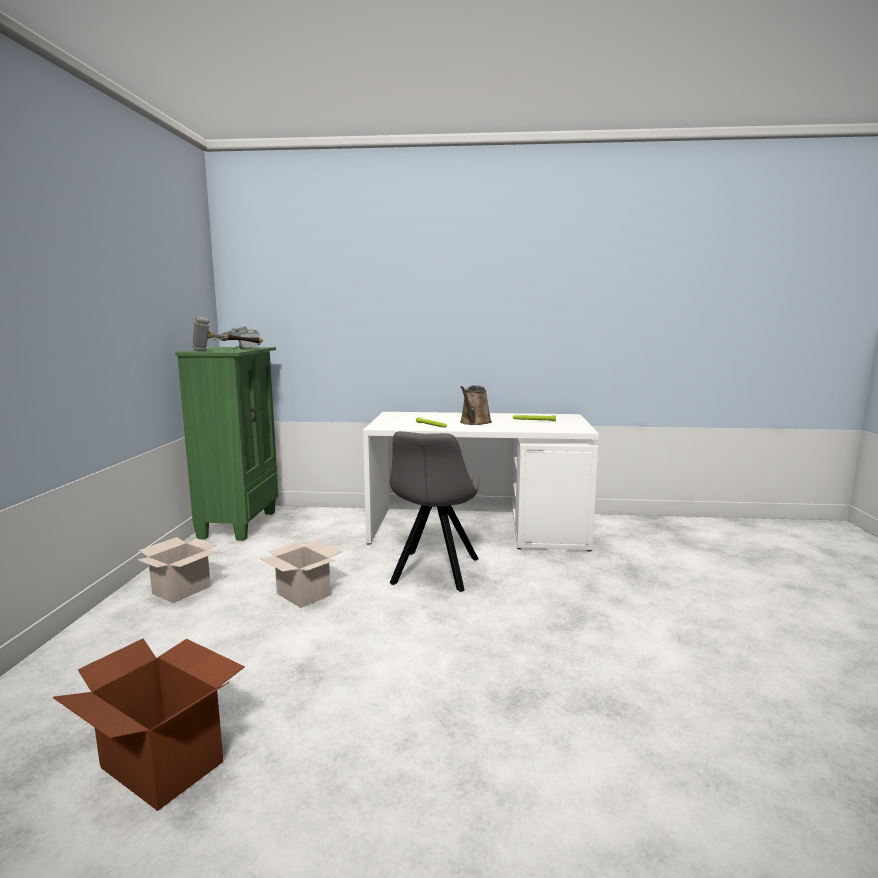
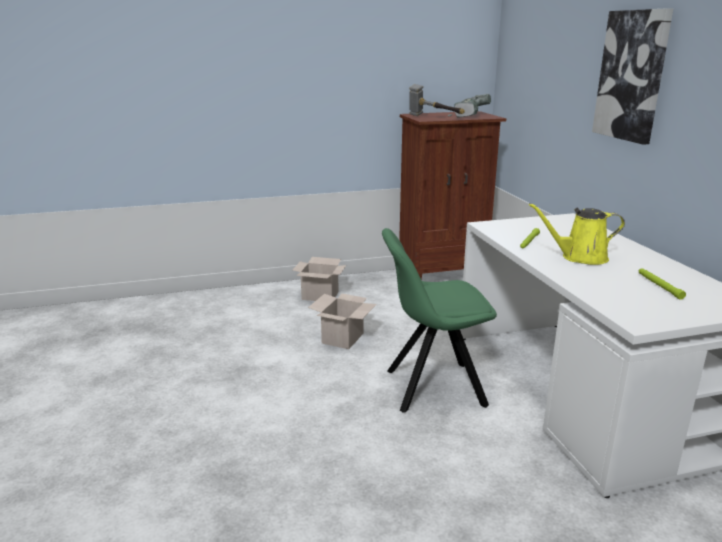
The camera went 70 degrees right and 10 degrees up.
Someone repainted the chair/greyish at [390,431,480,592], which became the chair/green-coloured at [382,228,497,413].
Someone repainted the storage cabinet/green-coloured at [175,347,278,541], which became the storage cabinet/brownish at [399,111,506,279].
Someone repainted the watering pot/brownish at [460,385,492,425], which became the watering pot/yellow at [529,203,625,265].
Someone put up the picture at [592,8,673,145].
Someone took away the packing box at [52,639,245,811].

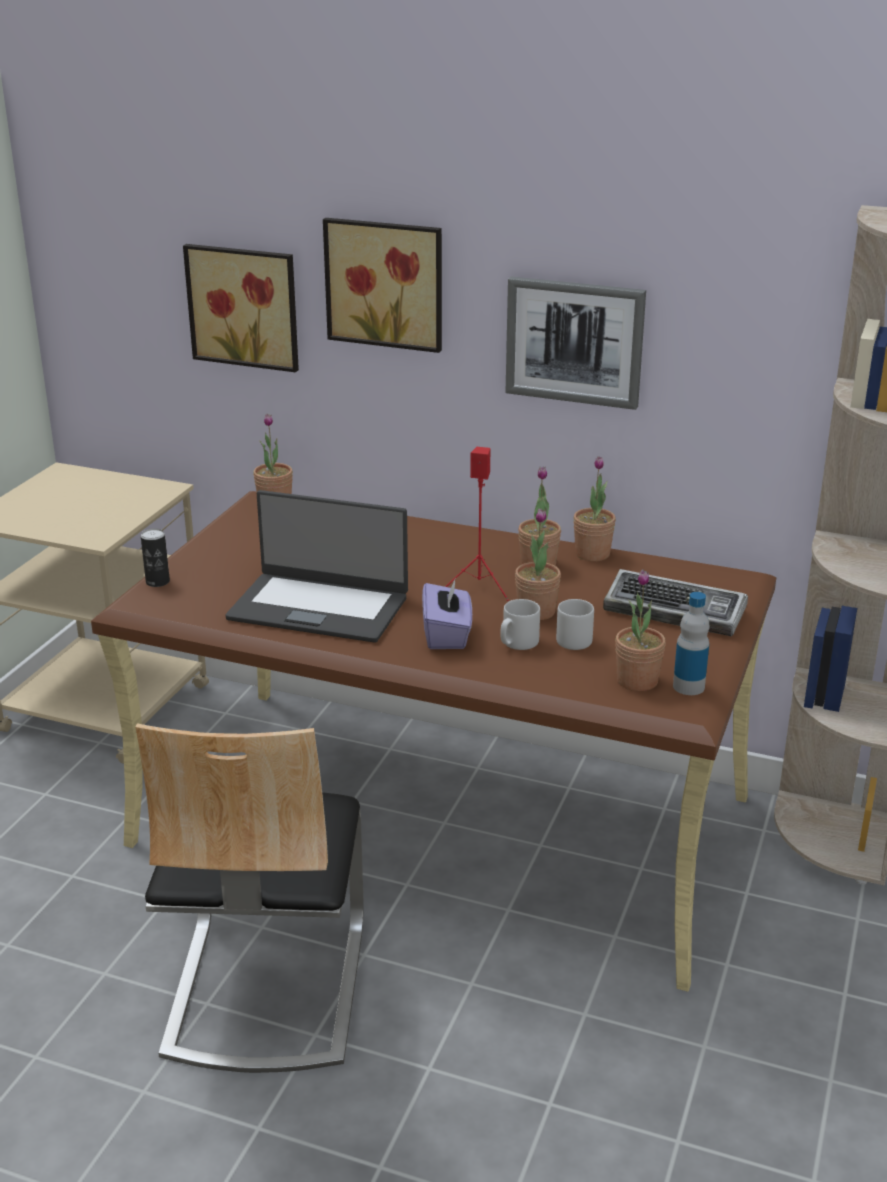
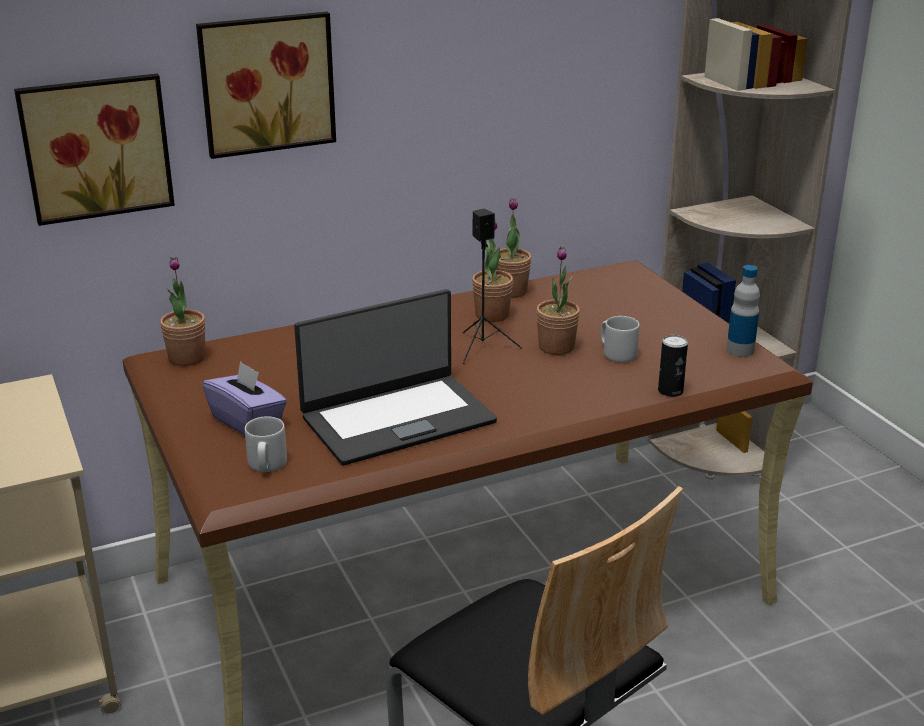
The camera went 45 degrees left and 0 degrees up.
Someone carried the tissue holder/purple-coloured from [422,577,472,649] to [202,361,287,436].
Someone carried the tea mug/greyish from [500,599,540,650] to [245,416,287,472].
Someone repainted the audio speaker/reddish at [445,447,509,601], which became the audio speaker/black at [462,208,522,364].
Someone carried the sealed can from [141,528,170,587] to [658,335,688,397].
Someone took away the picture at [506,277,646,410].
Someone took away the PC keyboard at [603,569,748,636].
Someone took away the potted plant at [615,569,666,691].

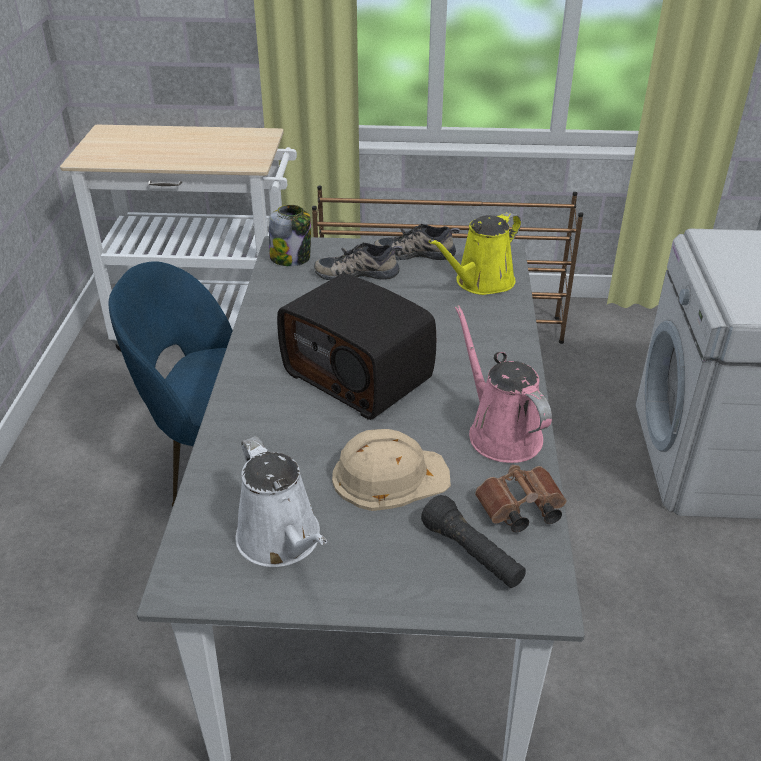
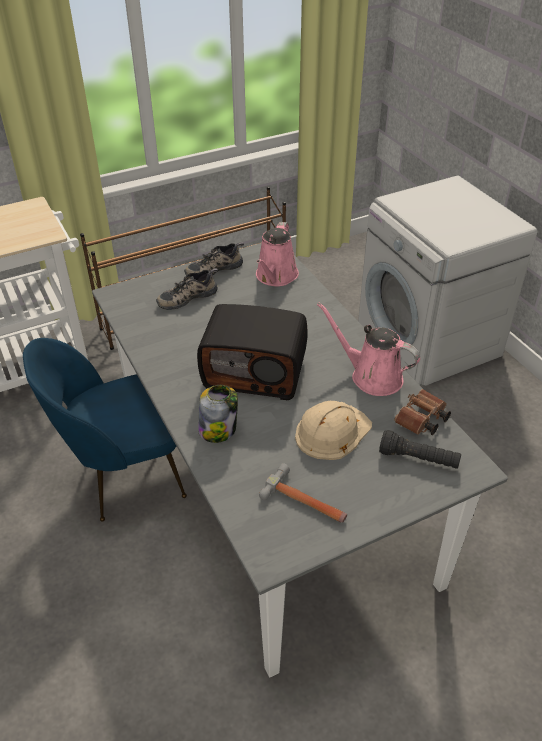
The camera went 30 degrees left and 5 degrees up.
Someone carried the storage jar from [269,205,311,266] to [198,385,238,443].
Someone repainted the watering pot/yellow at [429,212,521,295], which became the watering pot/pink at [256,222,299,286].
Someone swapped the watering pot/white-coloured at [236,436,327,567] for the hammer at [259,463,347,523].

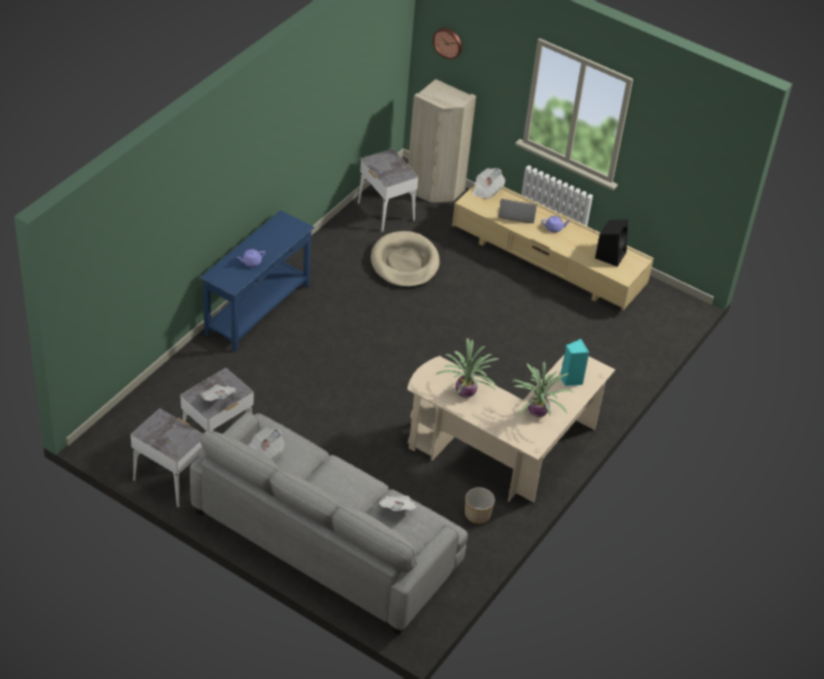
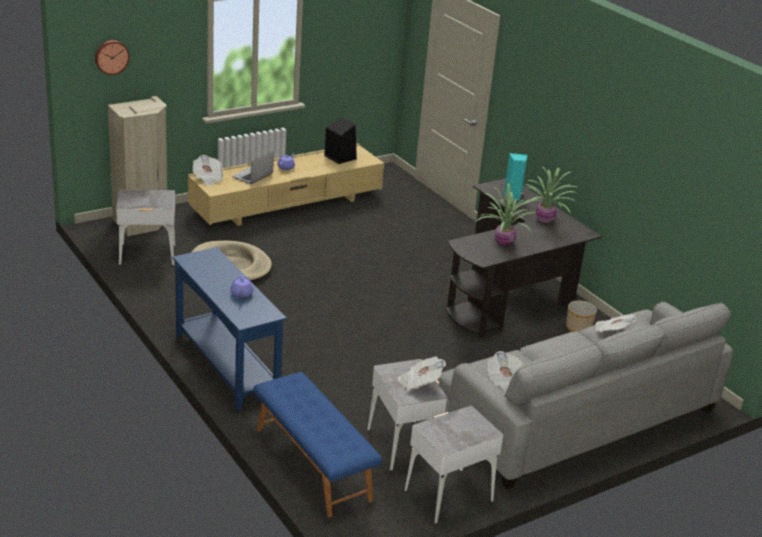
The camera went 65 degrees left and 15 degrees down.
Someone put down the bench/bluish at [253,372,382,517].
Someone repainted the desk/beige-coloured at [407,355,615,503], which became the desk/black at [446,178,602,338].

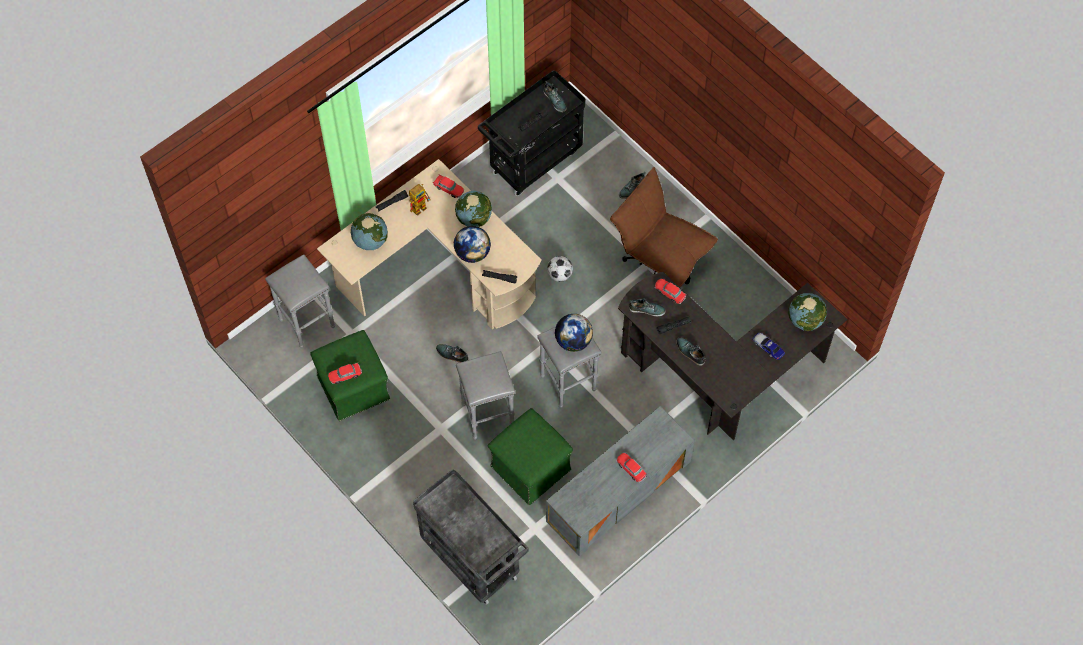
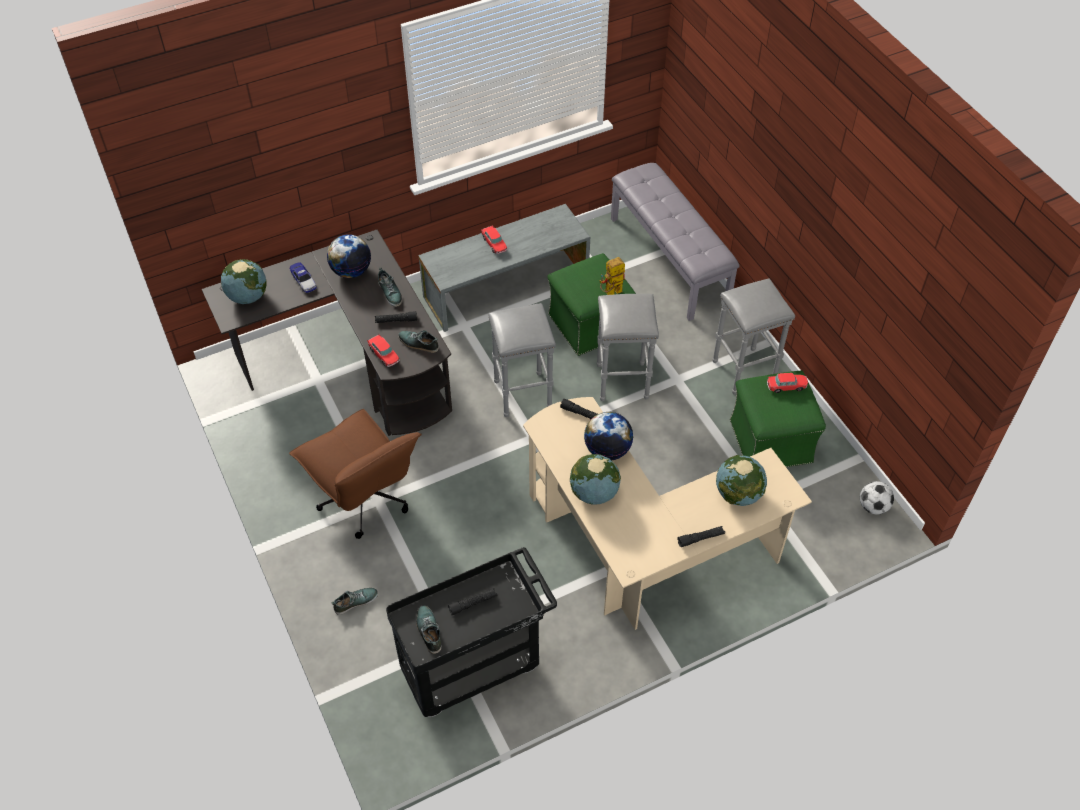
The camera went 165 degrees left and 10 degrees down.
Someone carried the desk globe from [555,314,593,352] to [327,234,371,278].
Someone carried the toy robot from [409,184,431,216] to [599,257,625,295].
Someone swapped the wheeled cart/black at [413,470,529,605] for the bench/greyish at [611,163,740,321].
Someone carried the stool/greyish from [265,254,335,348] to [712,278,795,395].
Someone carried the ball for football from [547,256,573,282] to [860,481,894,515].
Someone took away the toy car at [433,174,464,198].
Someone took away the shoe at [436,344,468,363].

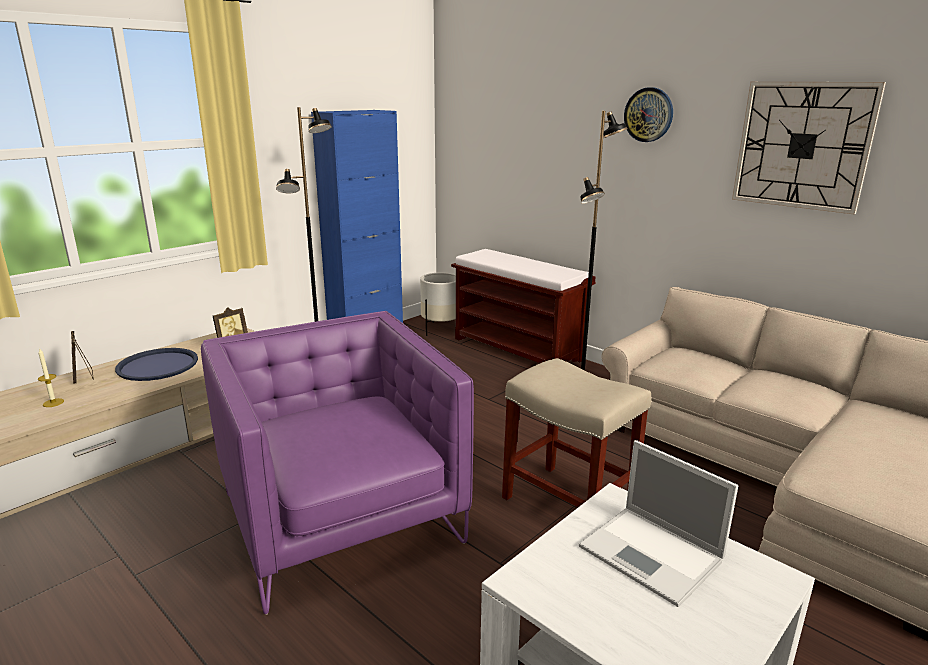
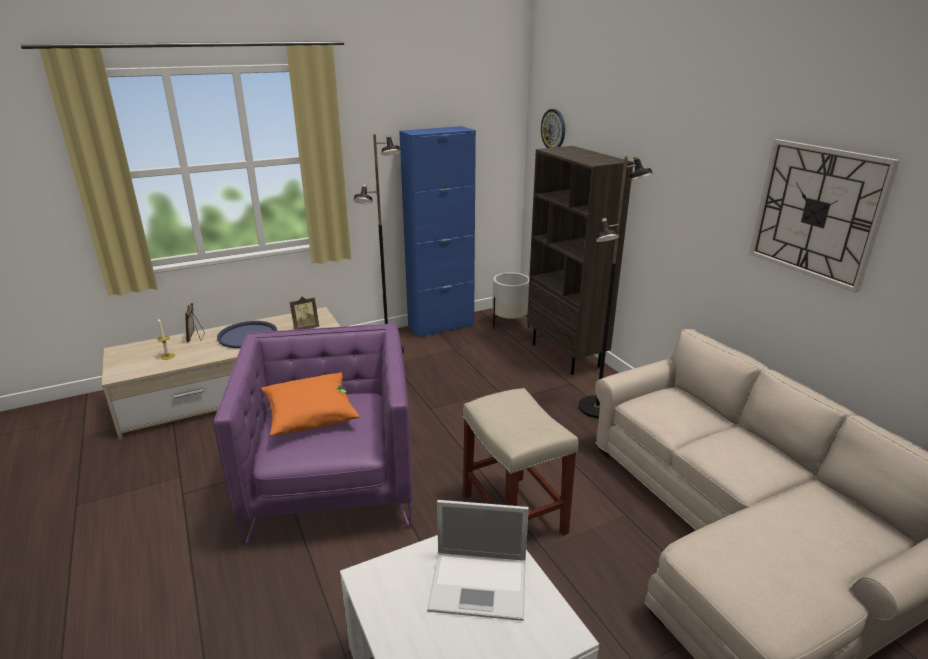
The camera went 20 degrees right and 5 degrees up.
Someone put down the throw pillow/orangey at [261,372,360,436].
Someone rotated the portable computer at [579,440,738,607] by 60 degrees counterclockwise.
Someone swapped the bench/brownish at [451,249,596,363] for the shelving unit/brownish at [527,146,633,375].
Someone carried the clock on the wall from [624,87,673,142] to [541,109,565,148].

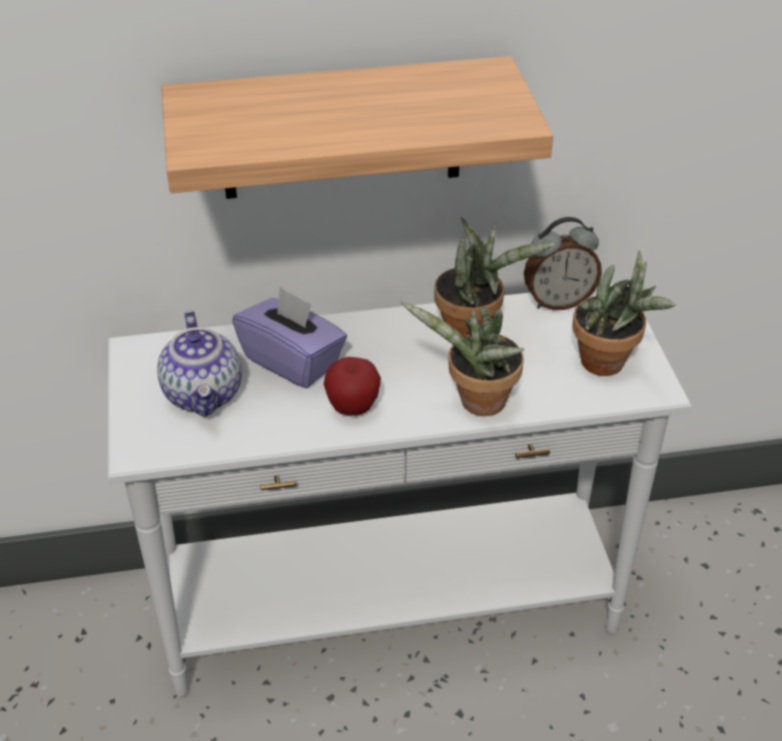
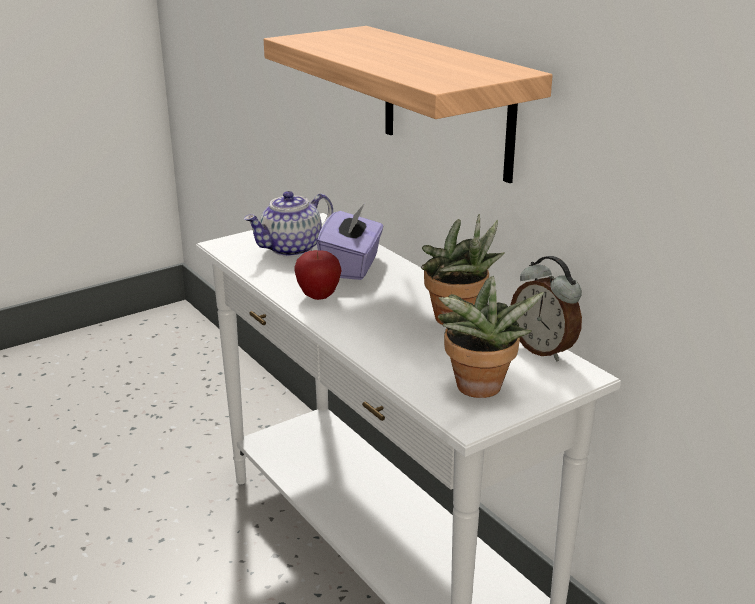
The camera went 65 degrees right and 15 degrees down.
Someone took away the potted plant at [401,301,525,416].

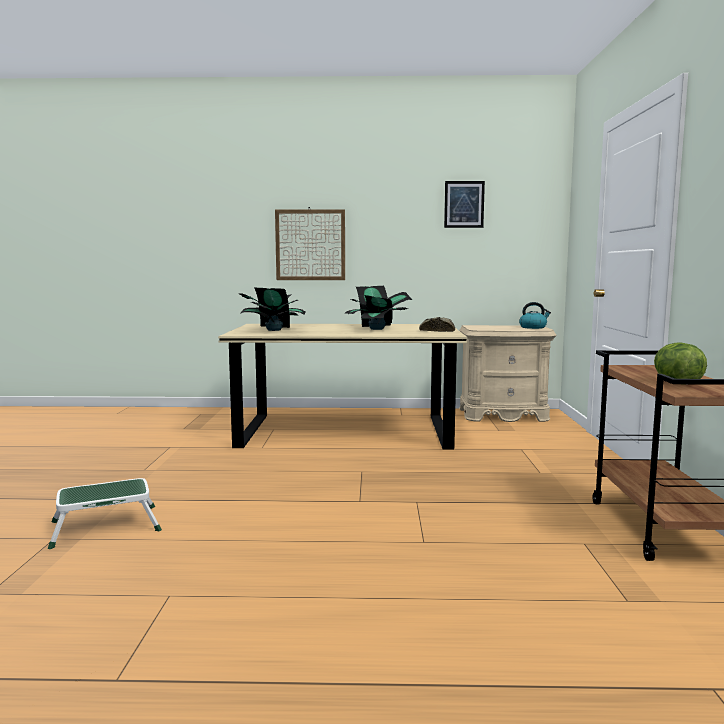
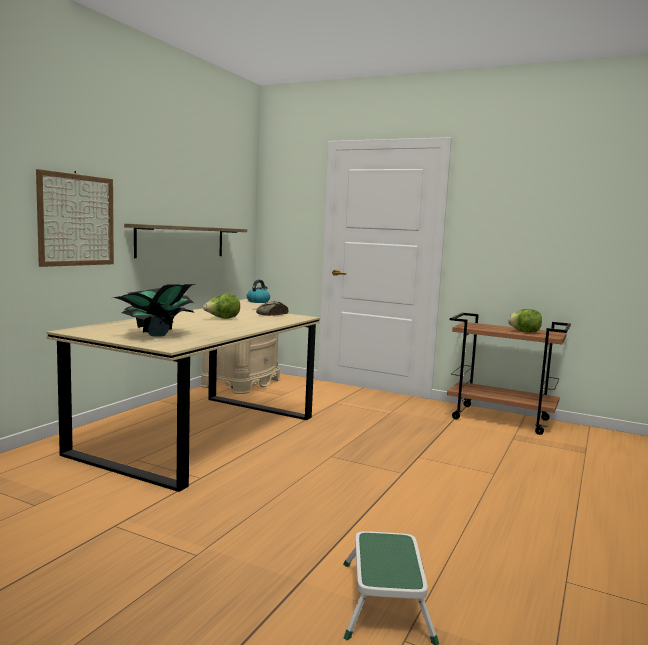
The camera went 65 degrees left and 0 degrees up.
Someone put up the bracket shelf at [124,224,247,258].
Someone swapped the potted plant at [345,286,412,330] for the lettuce head at [203,293,240,319].
Someone took away the picture at [444,181,485,228].

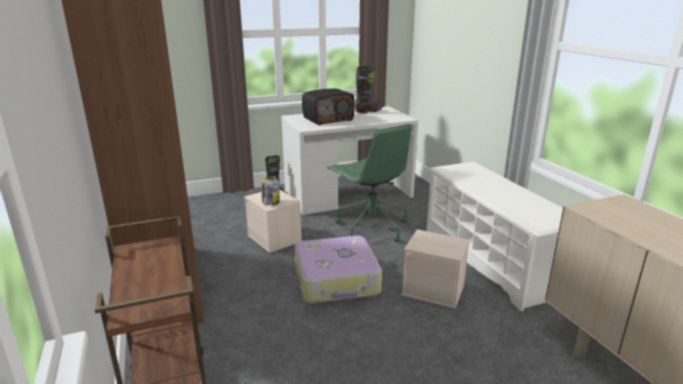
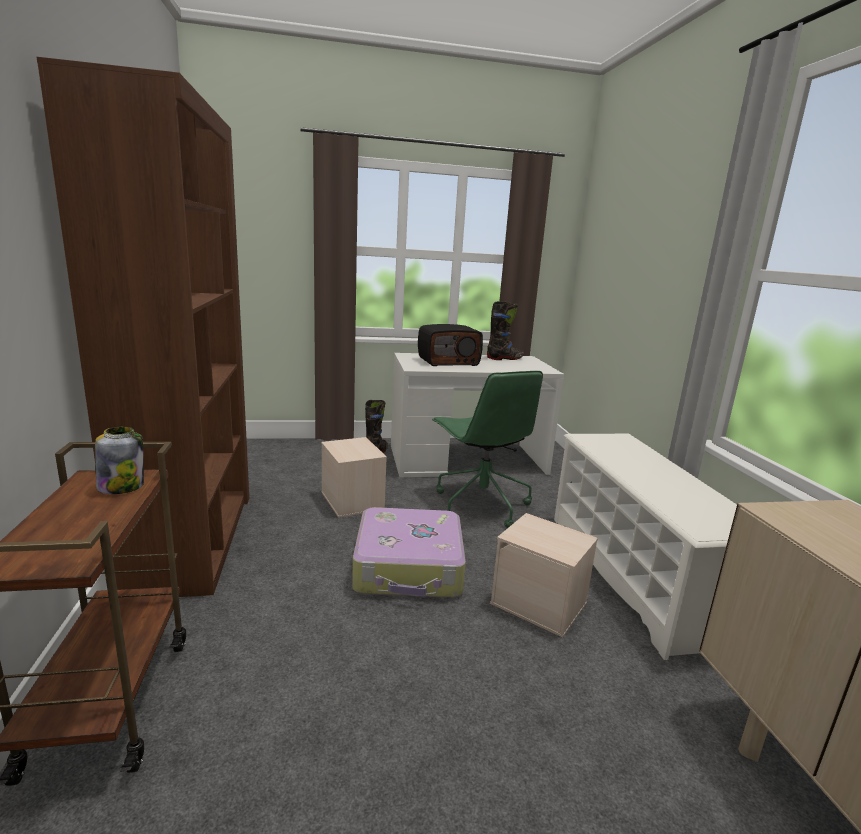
The camera went 10 degrees right and 5 degrees down.
Someone carried the storage jar from [262,176,280,205] to [95,427,144,494].

